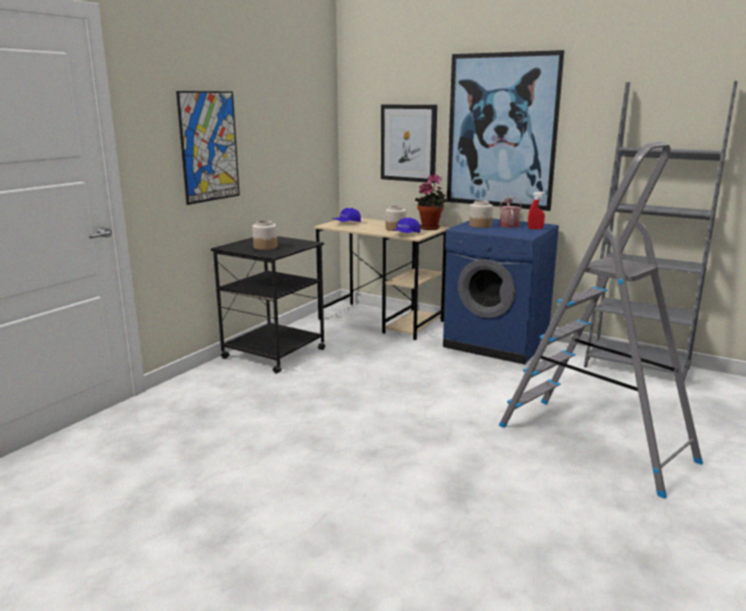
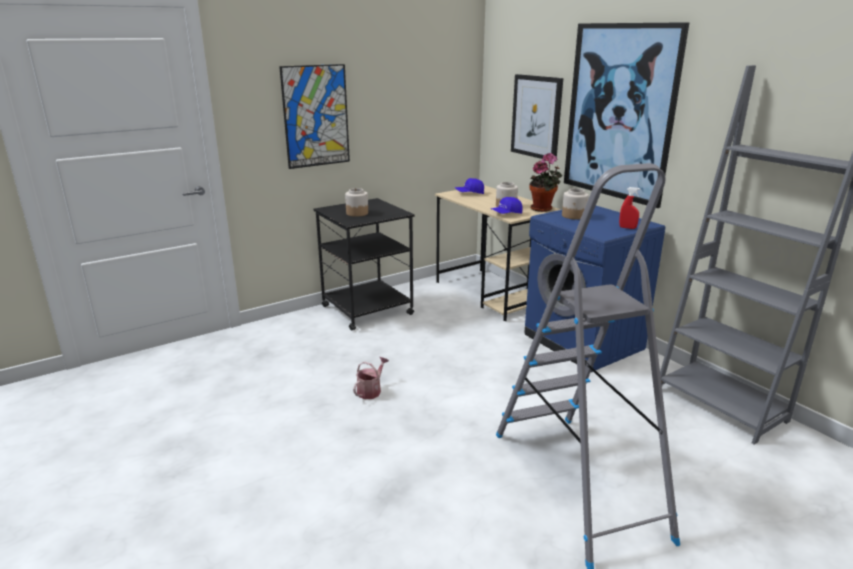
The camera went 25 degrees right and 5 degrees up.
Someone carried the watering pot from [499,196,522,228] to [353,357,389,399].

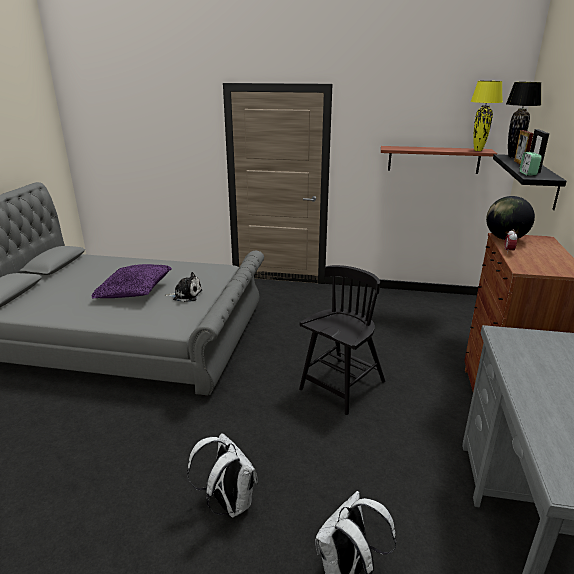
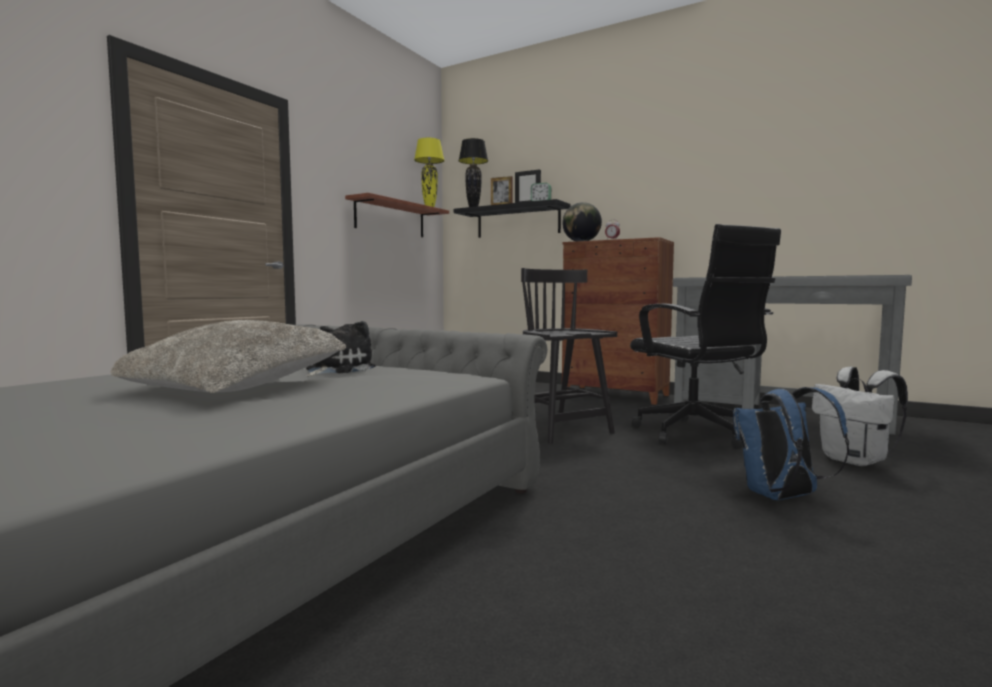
The camera went 70 degrees left and 20 degrees down.
Someone repainted the throw pillow/purple-coloured at [91,264,172,298], which became the throw pillow/beige-coloured at [111,320,346,393].
Someone put down the computer chair/black at [630,224,781,448].
Someone repainted the backpack/white-coloured at [187,433,258,518], which became the backpack/bluish at [733,387,849,500].

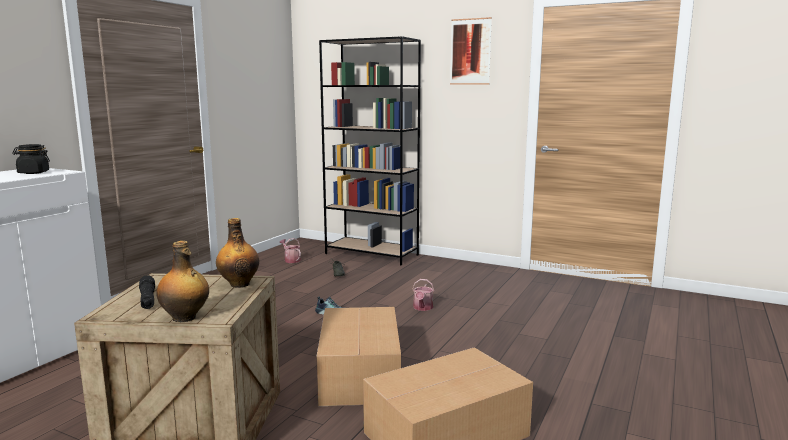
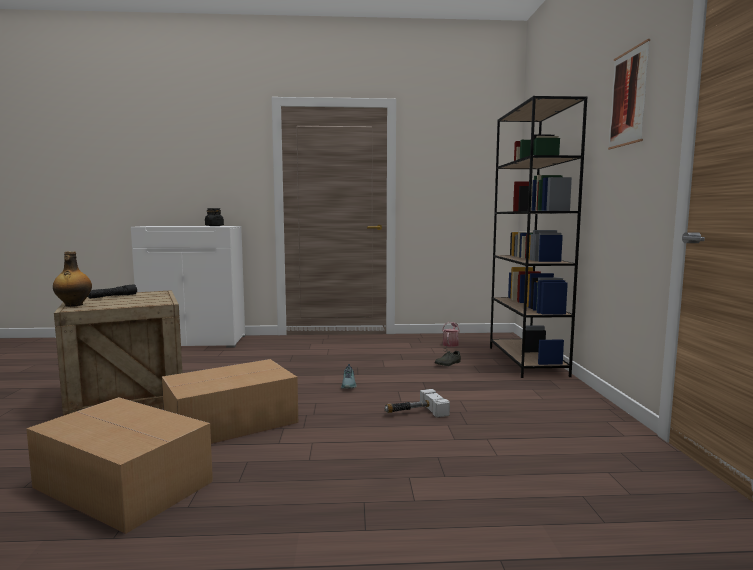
The camera went 60 degrees right and 5 degrees down.
Someone swapped the watering pot at [412,279,435,311] for the hammer at [384,389,450,418].
Someone took away the beverage bottle at [216,218,259,288].

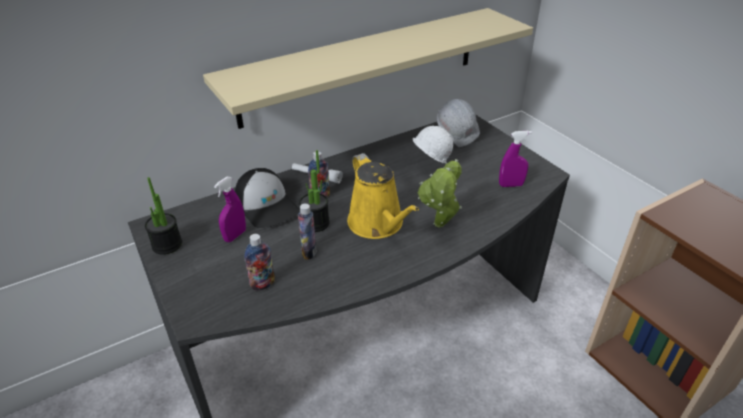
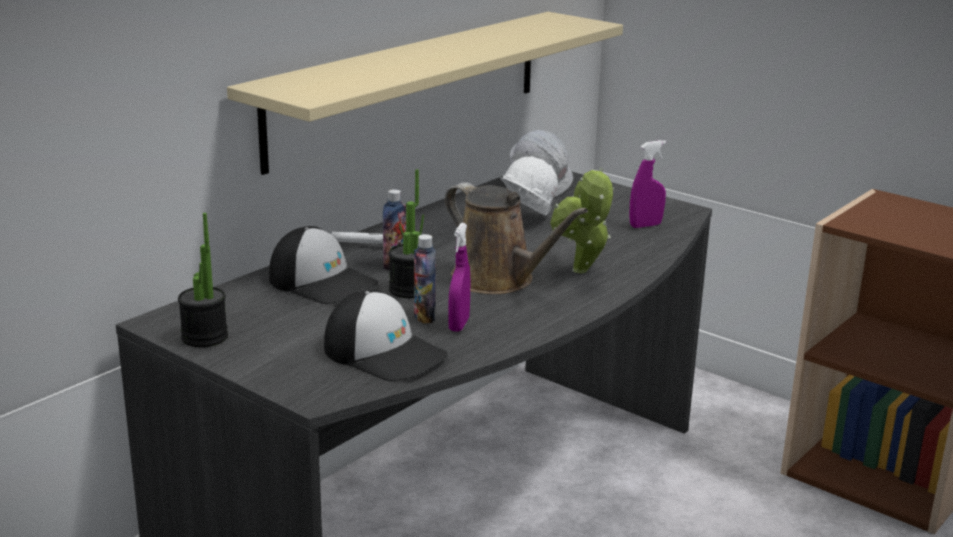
The camera went 20 degrees left and 15 degrees down.
Someone swapped the beverage bottle at [245,234,275,291] for the baseball cap at [324,289,448,381].
Someone repainted the watering pot/yellow at [347,153,419,239], which became the watering pot/brownish at [445,182,588,294].
Someone carried the hand sprayer/purple-coloured from [214,177,246,242] to [448,223,470,332].

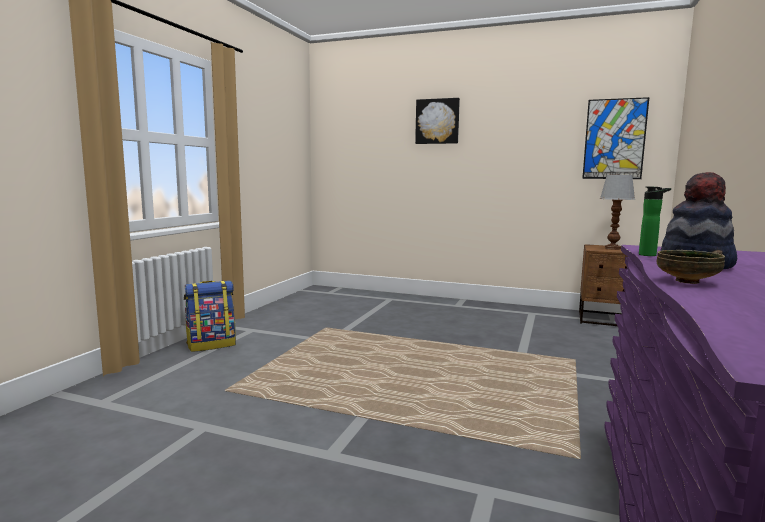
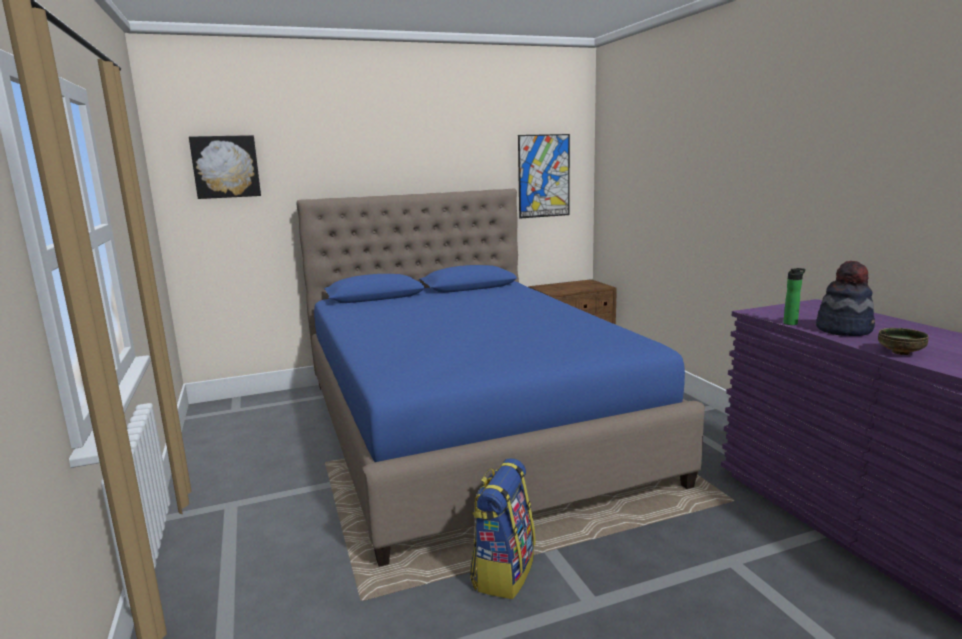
The camera went 40 degrees left and 5 degrees up.
Someone carried the picture from [415,98,460,144] to [189,135,261,199].
Someone put down the bedroom bed/bluish at [296,189,705,567].
Someone carried the backpack from [184,281,236,352] to [470,458,536,599].
Someone took away the lamp for a table at [600,175,635,250].

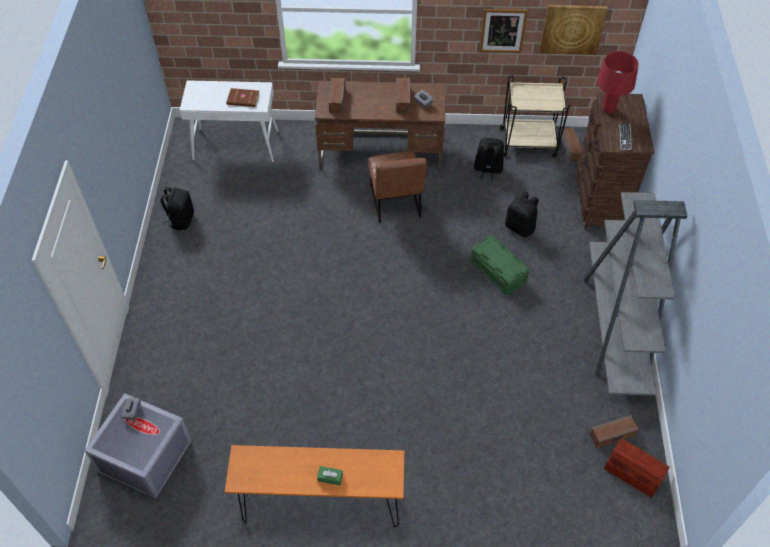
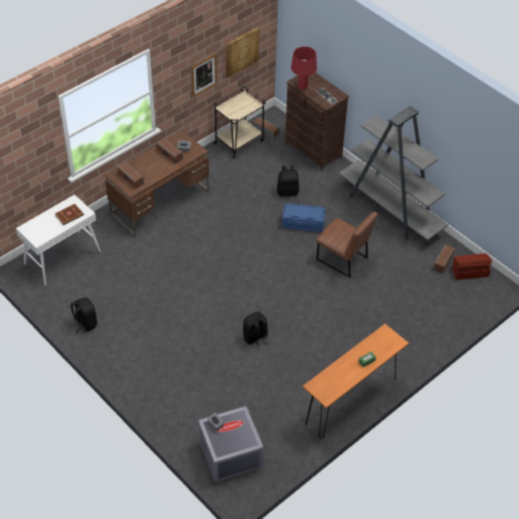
The camera went 45 degrees left and 5 degrees down.
Someone carried the backpack/black from [474,138,504,182] to [243,312,268,349].
Someone repainted the storage container/green-coloured at [471,236,529,295], which became the storage container/bluish at [282,203,325,232].
Someone carried the chair/brownish from [368,152,427,223] to [316,212,378,278].

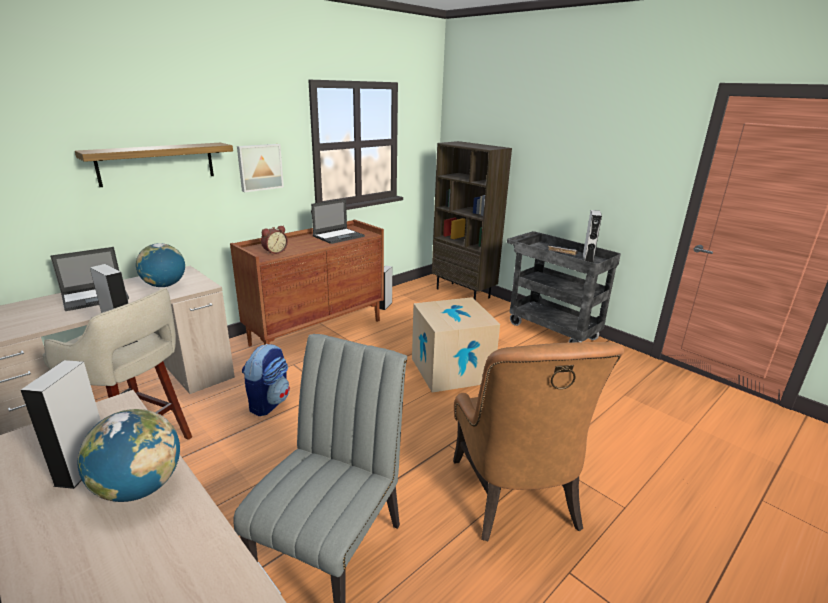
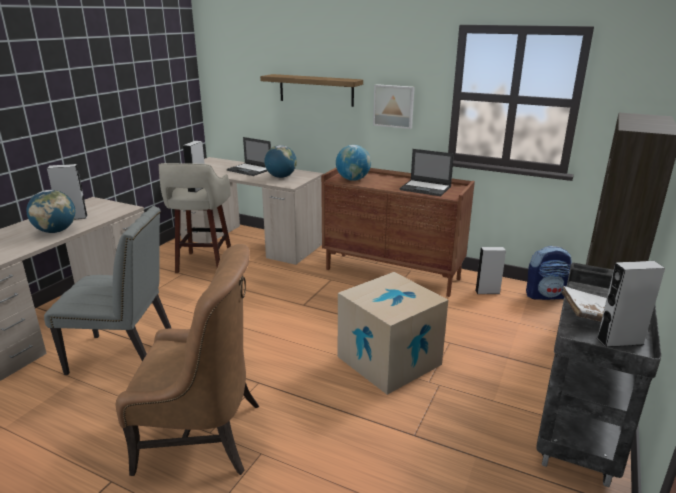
The camera went 70 degrees right and 0 degrees up.
Someone rotated the chair/brownish at [453,342,624,541] by 150 degrees counterclockwise.
Someone swapped the alarm clock at [261,225,288,255] for the desk globe at [336,145,371,181].
Someone carried the backpack from [242,344,290,416] to [526,246,572,300].

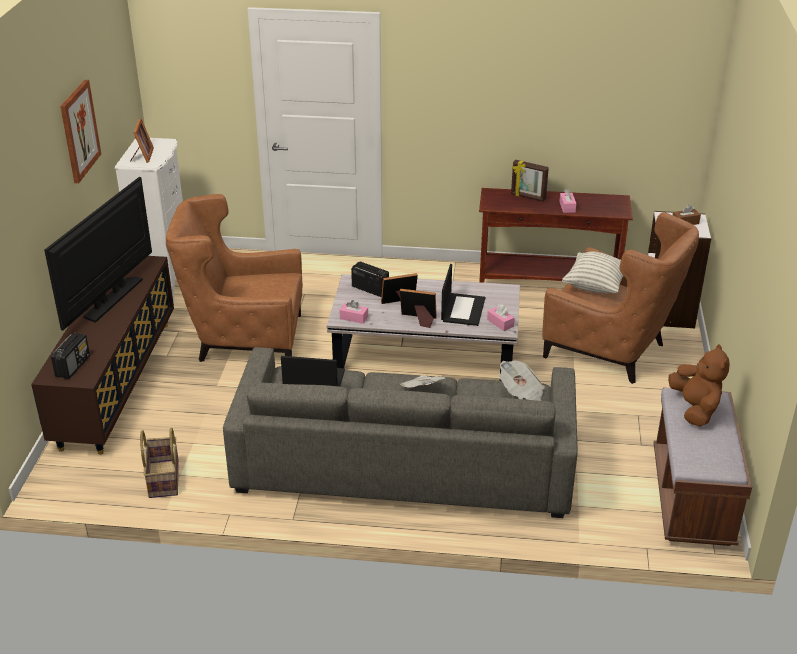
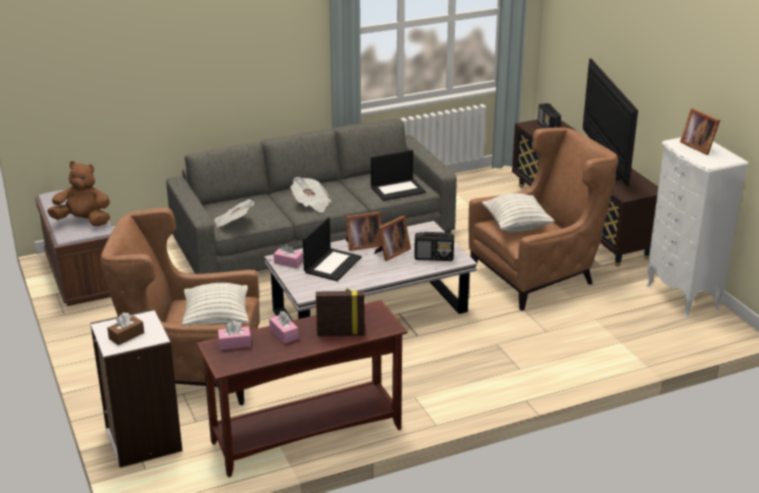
The camera went 150 degrees right and 5 degrees down.
Someone rotated the cuddly toy/brownish at [668,344,730,427] by 135 degrees clockwise.
Someone carried the tissue holder/pink from [340,300,368,324] to [218,320,251,350].
Someone rotated the portable computer at [441,264,485,326] by 135 degrees counterclockwise.
Someone put down the throw pillow at [482,193,555,233].
Someone took away the picture at [60,80,101,183].
Someone took away the storage basket at [140,428,179,498].

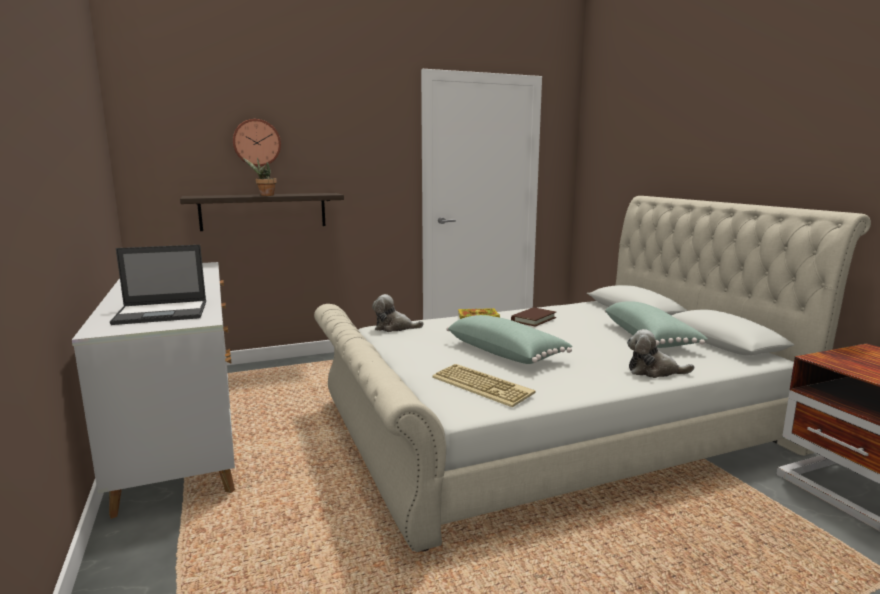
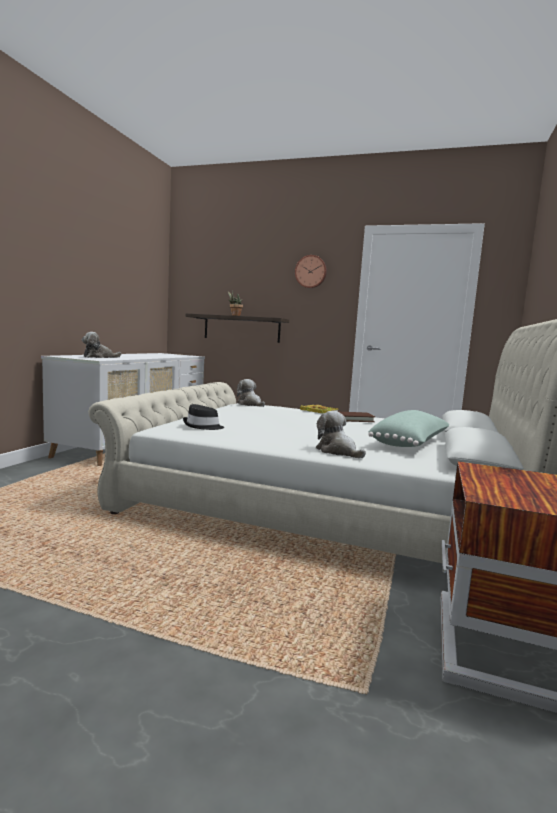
The camera went 40 degrees right and 5 degrees down.
Someone swapped the portable computer at [110,245,206,325] for the cuddly toy at [82,332,121,358].
Someone swapped the PC keyboard at [432,364,535,407] for the hat/black at [183,404,224,430].
Someone carried the clock on the wall from [233,119,281,166] to [295,255,327,288].
Someone took away the throw pillow/green-coloured at [446,315,572,364].

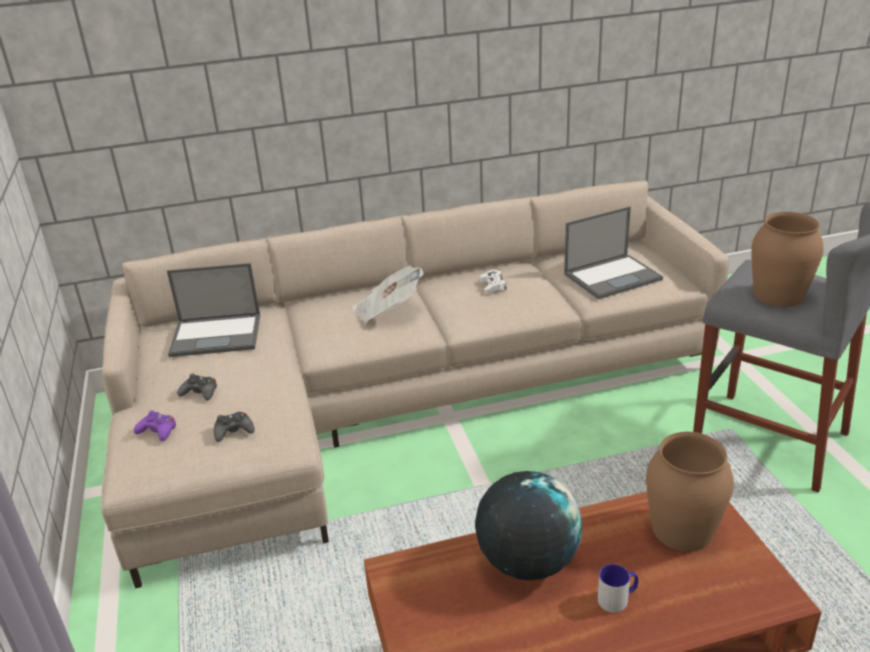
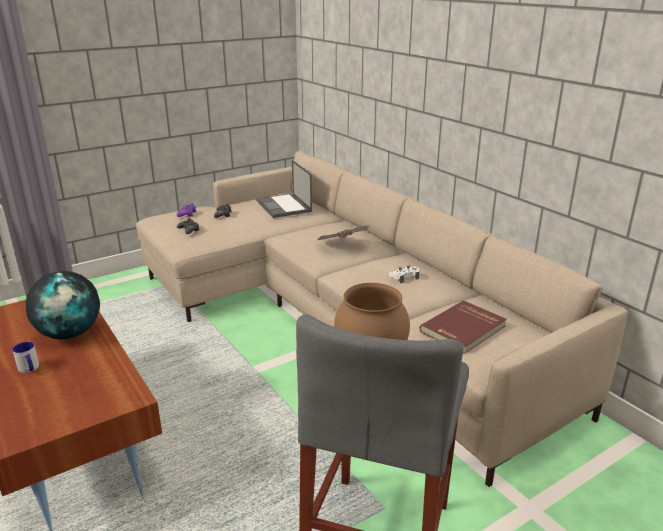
The camera went 70 degrees right and 5 degrees down.
Someone swapped the portable computer at [564,206,663,299] for the book/reddish at [420,300,507,354].
Someone took away the vase/brownish at [646,432,734,551].

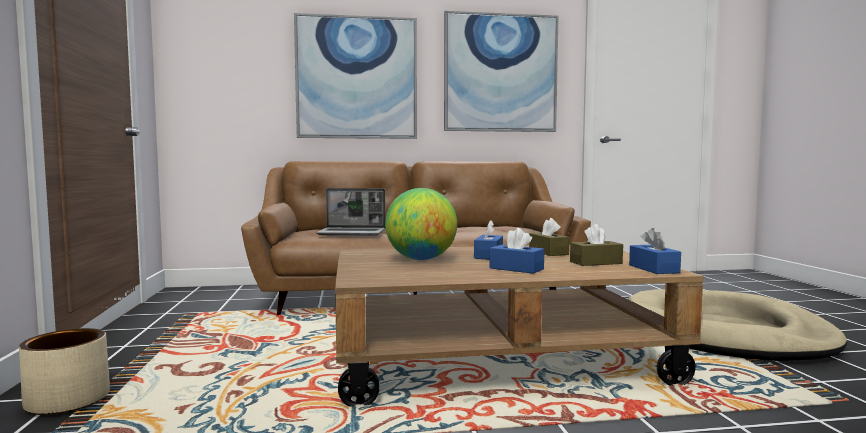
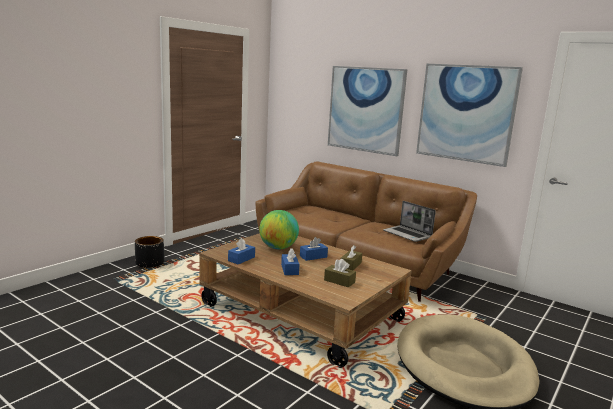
The camera went 45 degrees right and 10 degrees up.
Someone repainted the flower pot/beige-coloured at [19,328,110,415], which became the flower pot/black at [135,236,165,268].
Someone carried the tissue holder/bluish from [629,228,681,274] to [228,238,255,264].
Someone carried the portable computer from [316,188,386,236] to [383,201,436,242].

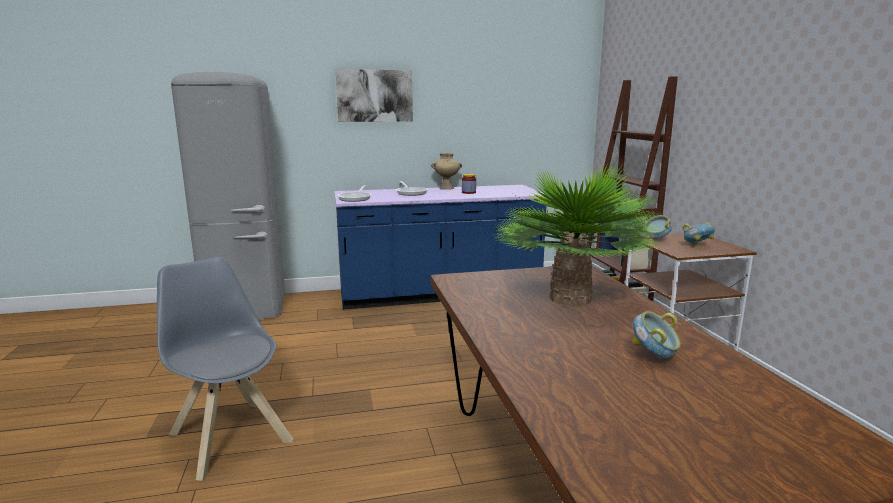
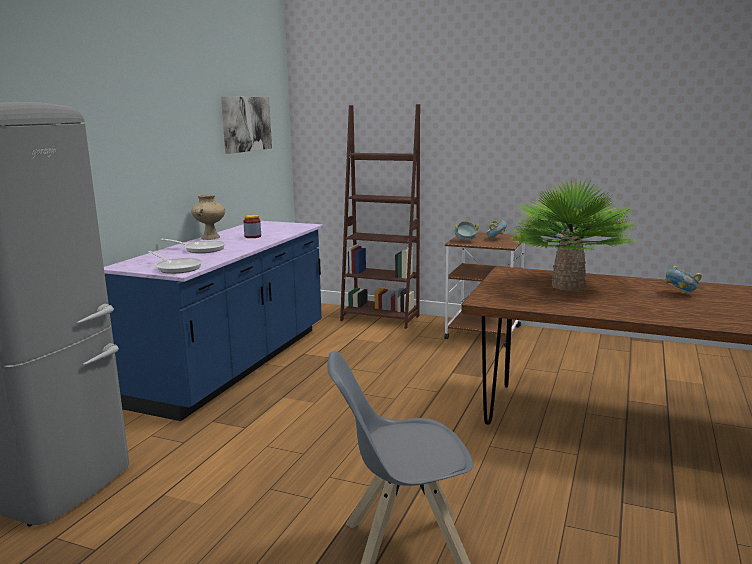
The camera went 55 degrees left and 0 degrees up.
Someone carried the picture from [336,69,413,122] to [221,97,272,154].

